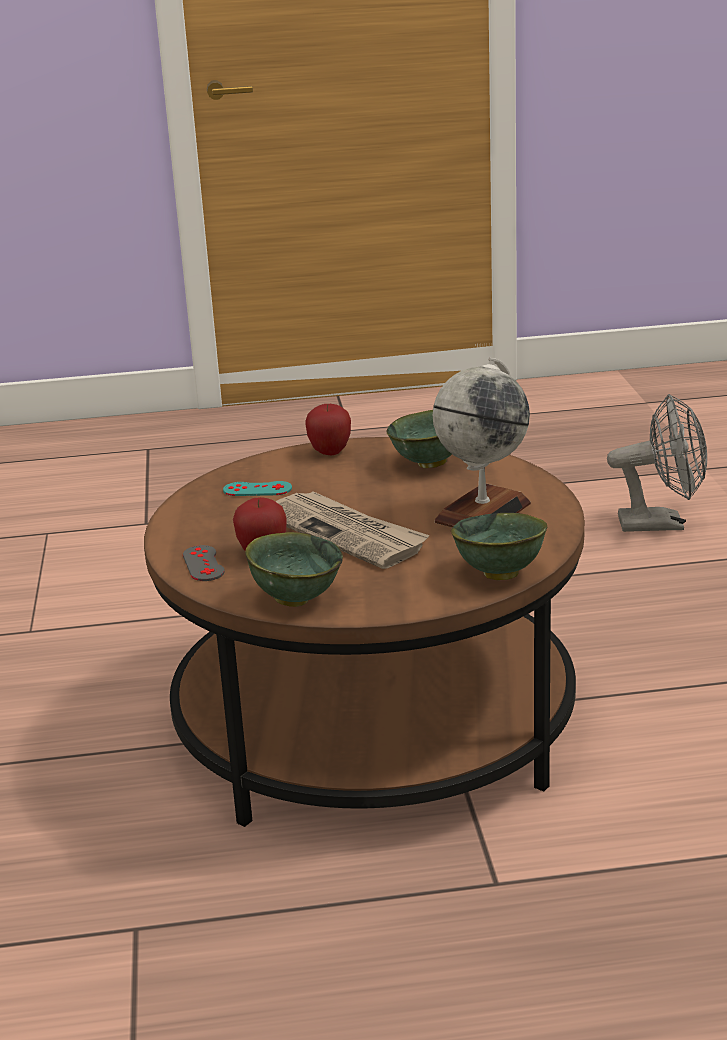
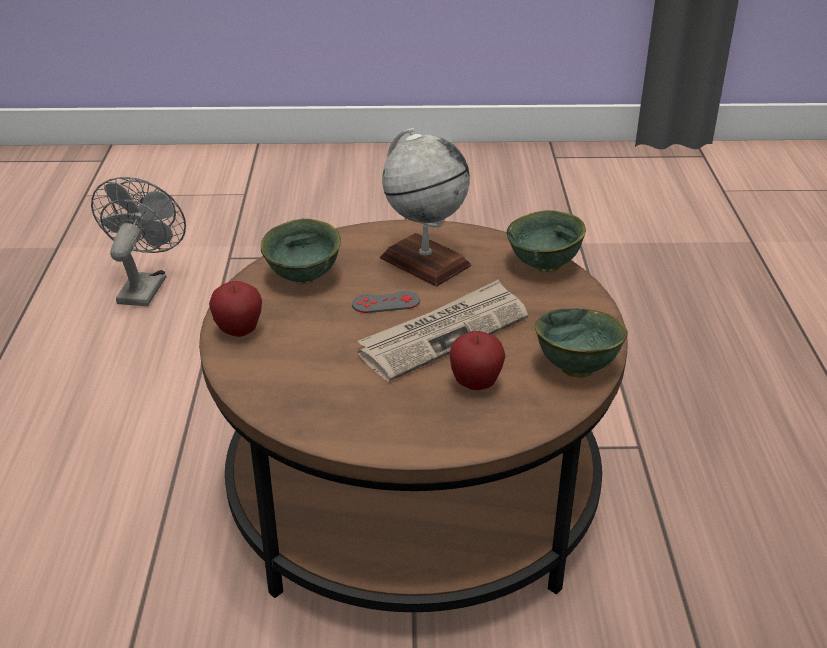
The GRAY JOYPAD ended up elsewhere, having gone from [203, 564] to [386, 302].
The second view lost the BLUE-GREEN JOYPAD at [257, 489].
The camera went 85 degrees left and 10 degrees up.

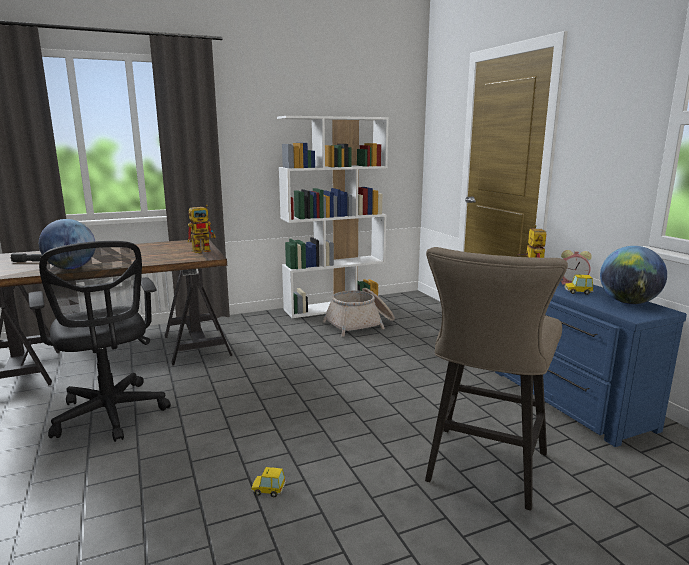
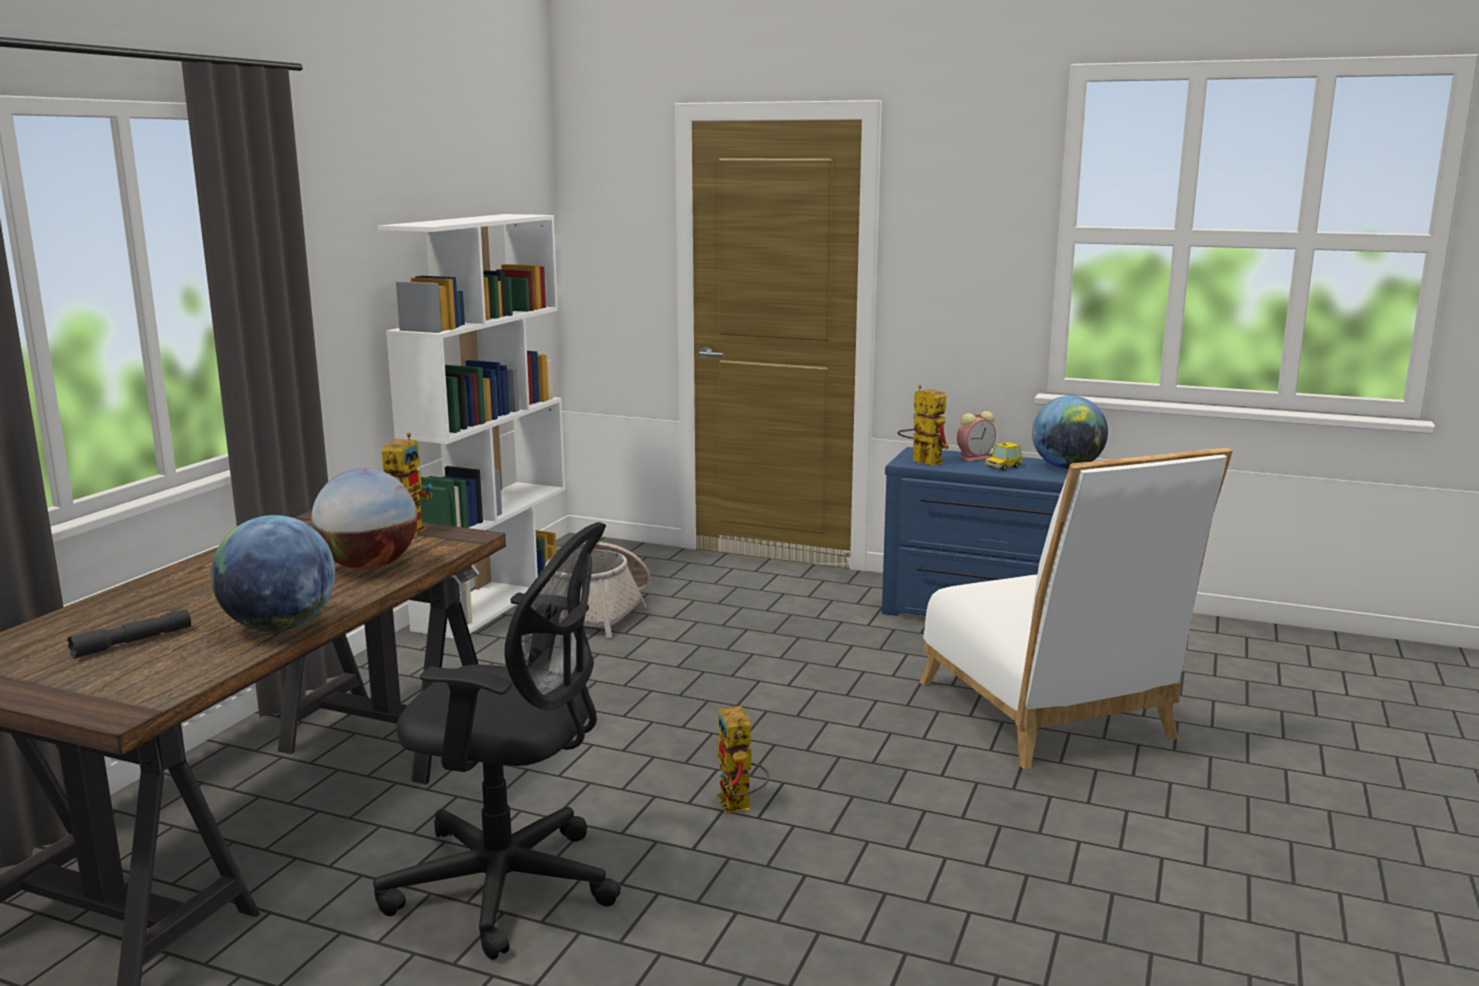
The second view lost the MODEL CAR at [268, 489].
Where the BEIGE-COLOURED STOOL SEAT stood at [483, 471], the WHITE PLAIN CHAIR came to stand at [1052, 716].
The second view gained the DESK GLOBE at [369, 566].
The second view gained the MODEL ROBOT at [739, 807].
The camera went 45 degrees left and 0 degrees up.

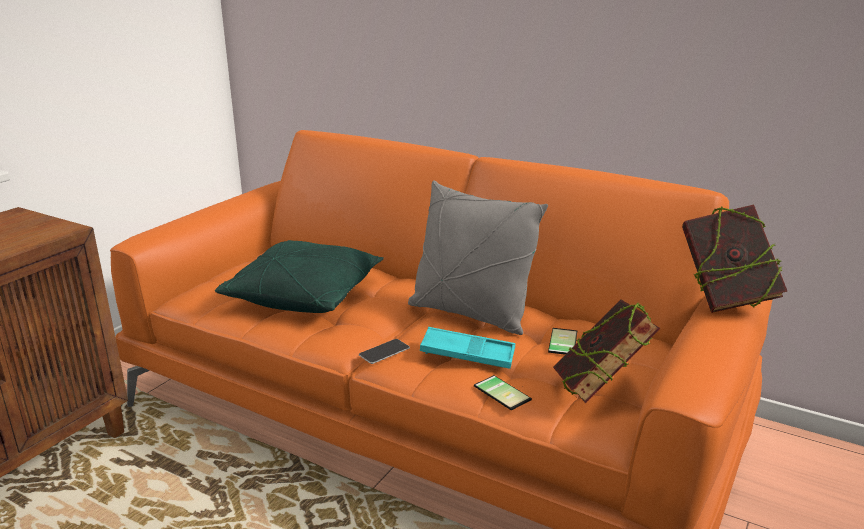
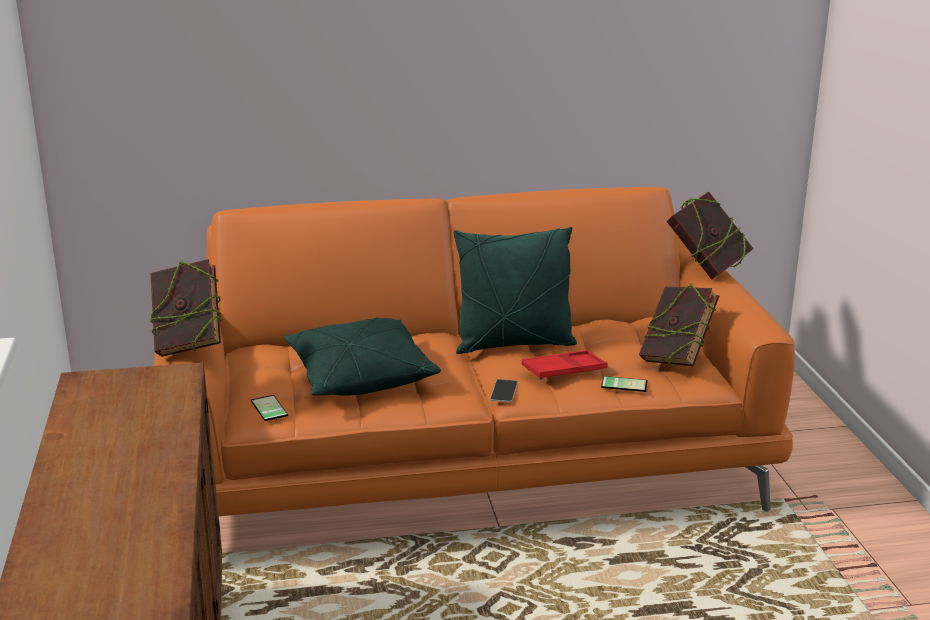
What was the GRAY THROW PILLOW at [470, 314] turned into the GREENISH THROW PILLOW at [514, 344].
What was the BLUE-GREEN TRAY at [467, 354] turned into the RED TRAY at [564, 370].
The HANDSET ended up elsewhere, having gone from [560, 341] to [266, 409].
The second view gained the BOOK at [189, 346].
The camera went 40 degrees left and 0 degrees up.

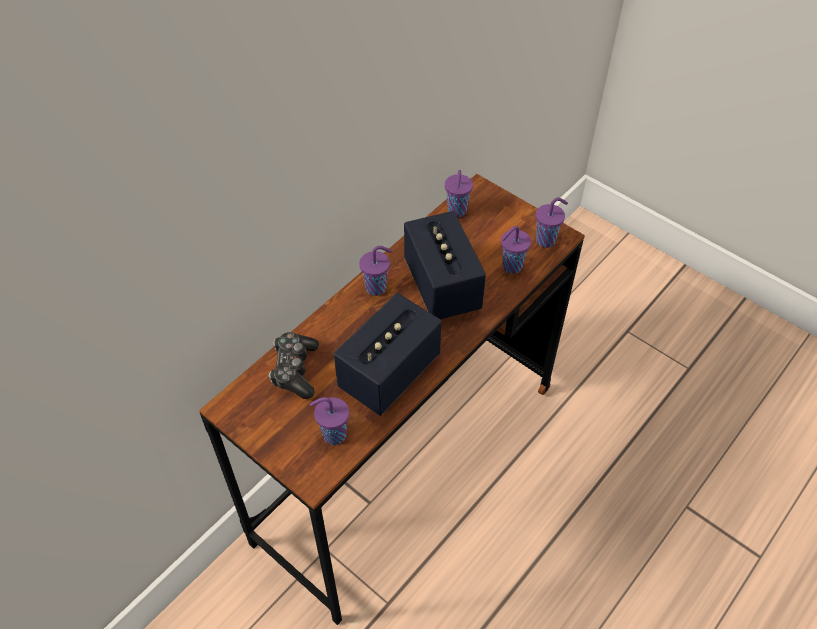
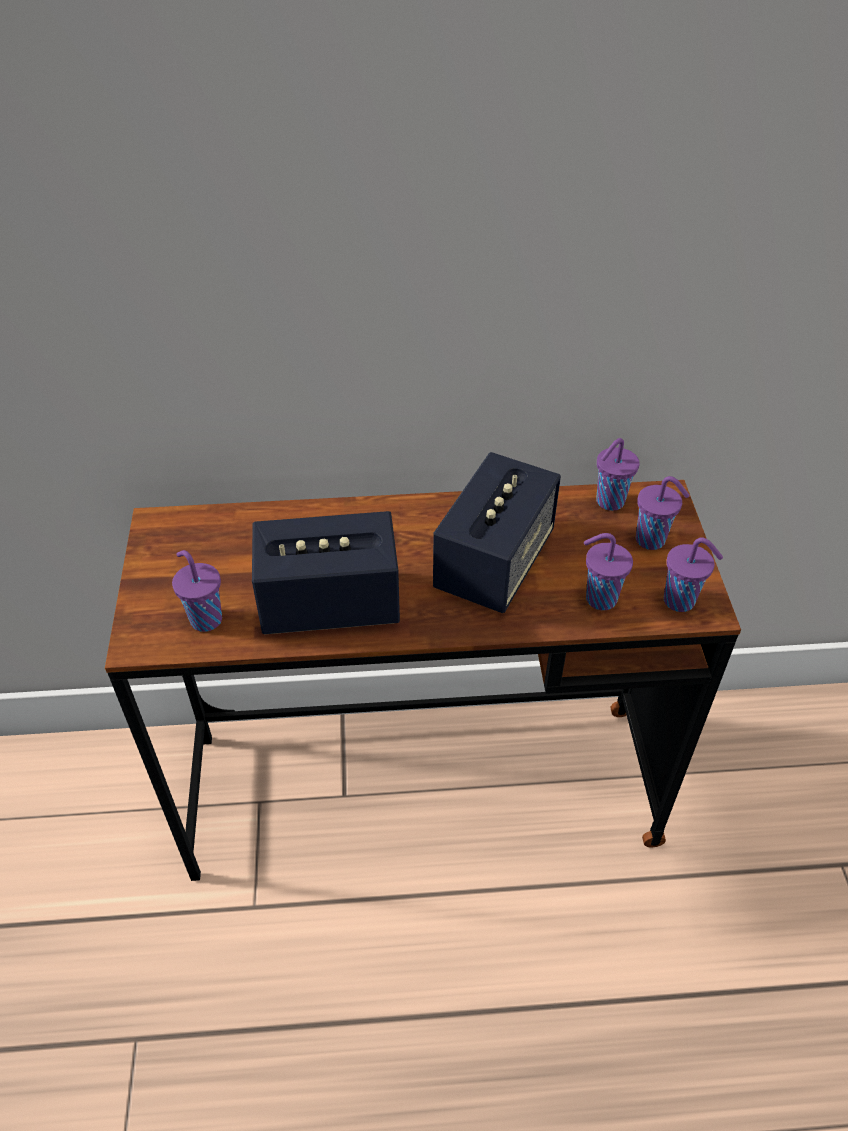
The second view lost the JOYPAD at [295, 370].
The PURPLISH CUP ended up elsewhere, having gone from [377, 288] to [652, 540].
The camera went 45 degrees right and 5 degrees down.

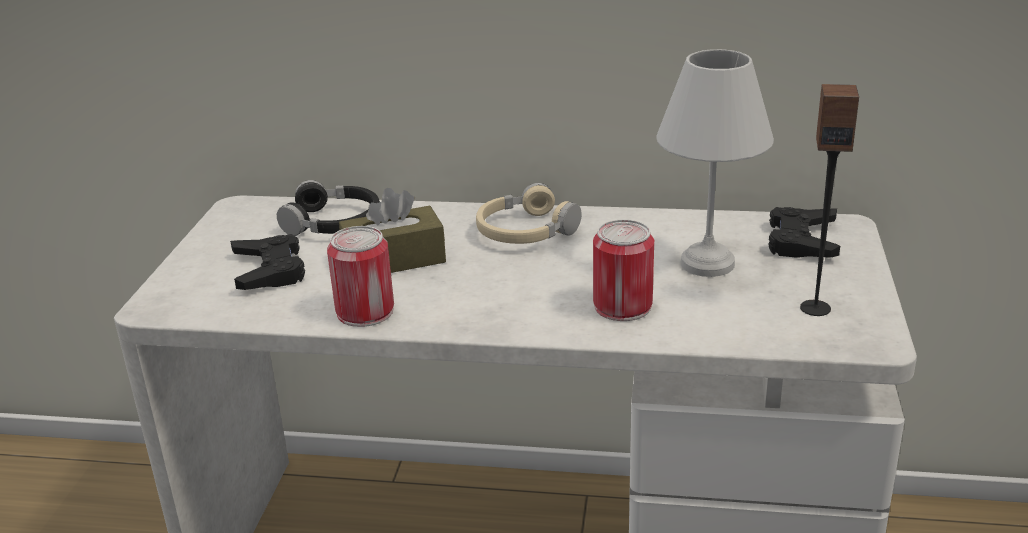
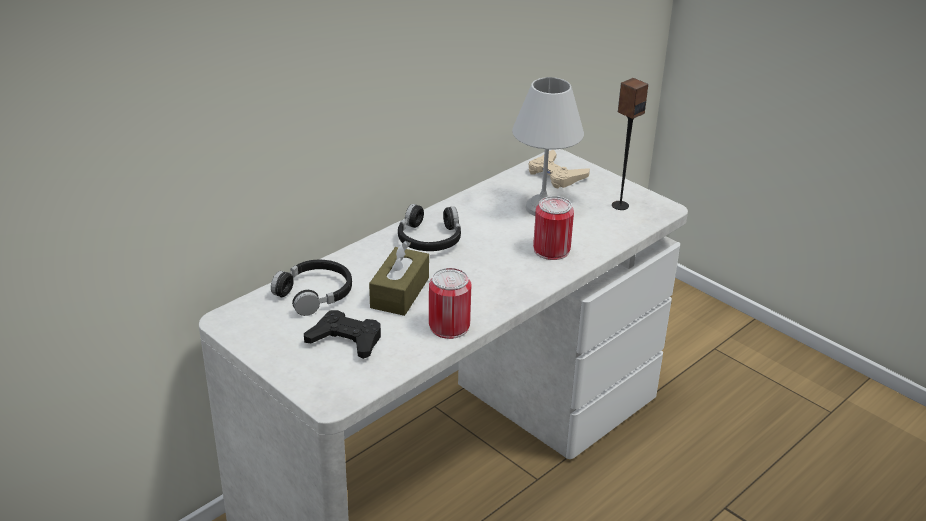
What was the BEIGE-COLOURED HEADPHONES at [525, 231] turned into the BLACKISH HEADPHONES at [430, 238].
What was the BLACKISH JOYPAD at [802, 240] turned into the BEIGE-COLOURED JOYPAD at [556, 175].
The camera went 55 degrees left and 5 degrees up.

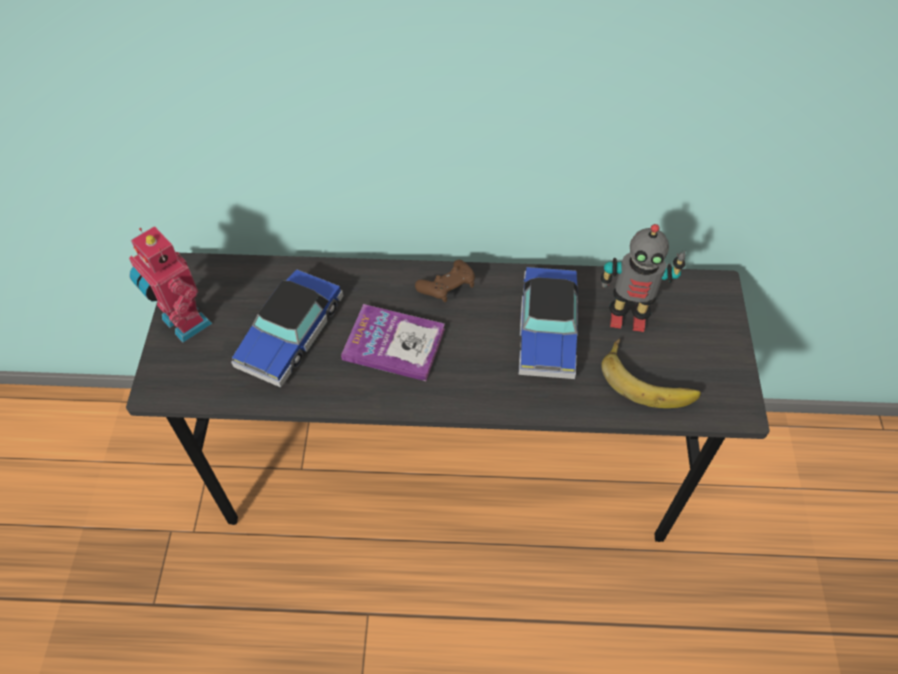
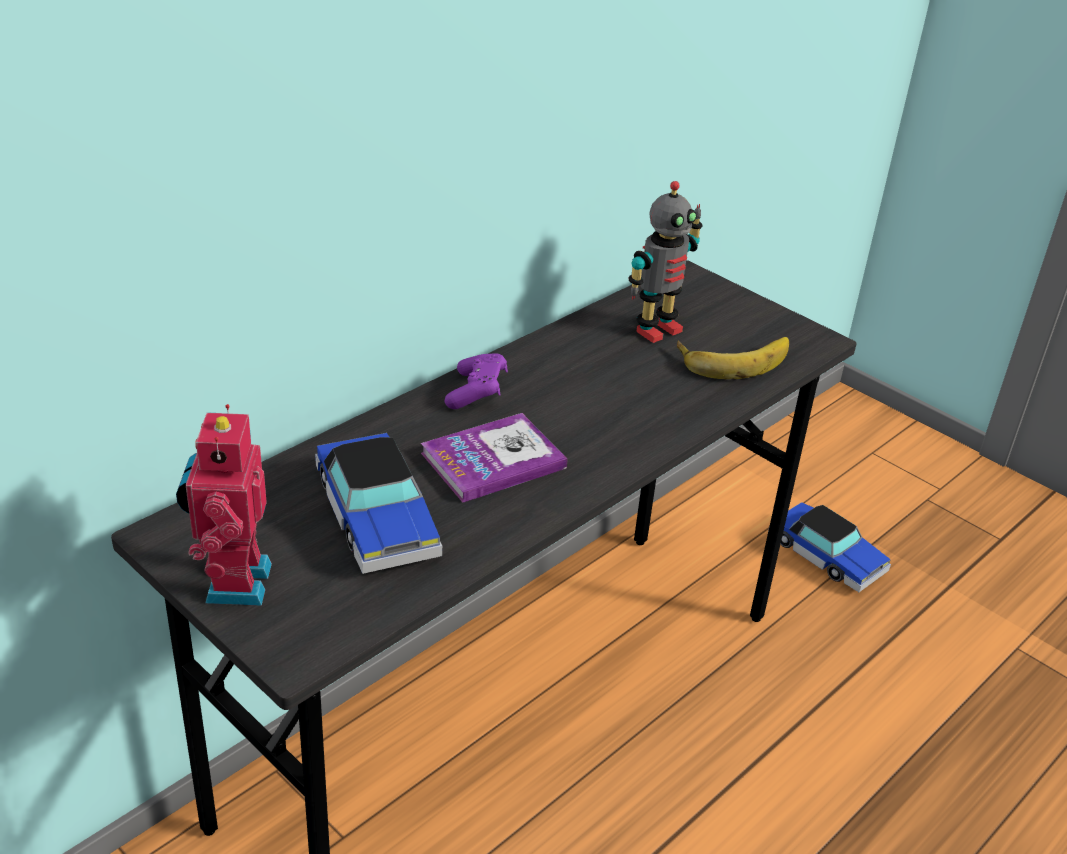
The MODEL ROBOT at [183, 323] ended up facing another way, 90 degrees clockwise from before.
What was the BROWNISH JOYPAD at [447, 288] turned into the PURPLISH JOYPAD at [477, 393].
The MODEL CAR ended up elsewhere, having gone from [547, 329] to [826, 556].
The camera went 50 degrees left and 20 degrees down.

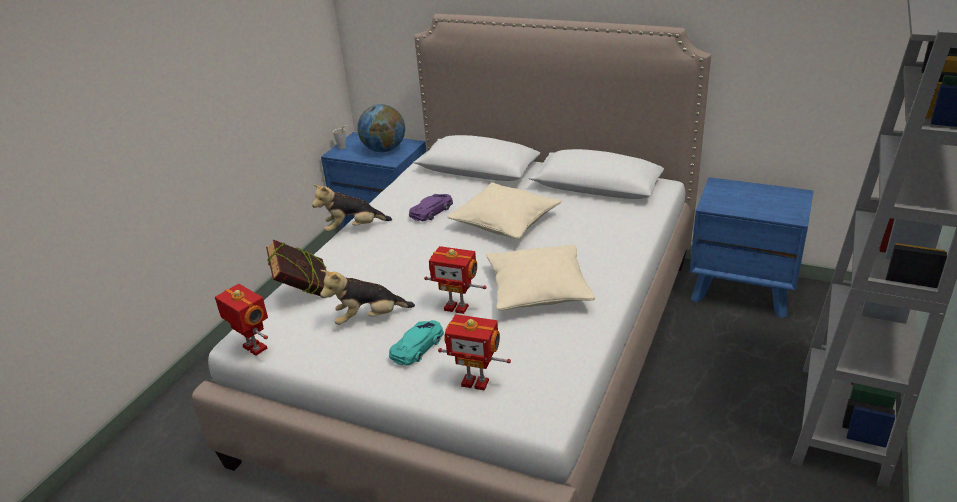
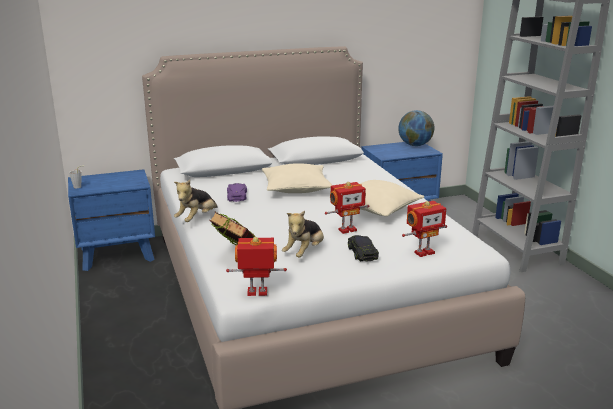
The DESK GLOBE ended up elsewhere, having gone from [384, 150] to [415, 145].
What was the BLUE-GREEN MODEL CAR at [418, 346] turned into the BLACKISH MODEL CAR at [362, 252].
The camera went 45 degrees left and 10 degrees down.

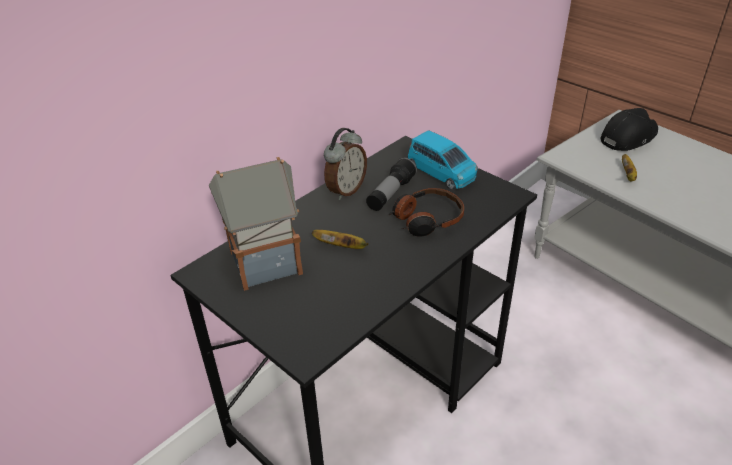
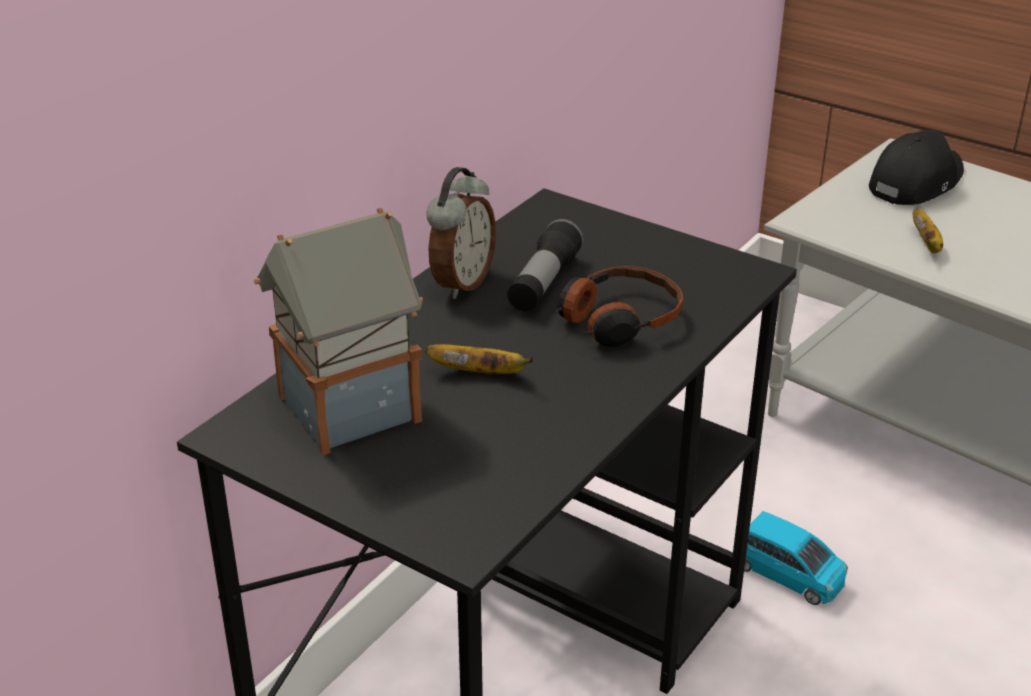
The BLUISH MODEL CAR ended up elsewhere, having gone from [441, 173] to [789, 575].
The camera went 10 degrees left and 5 degrees down.

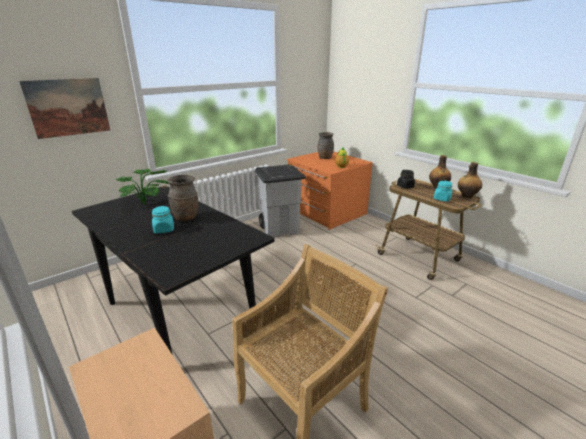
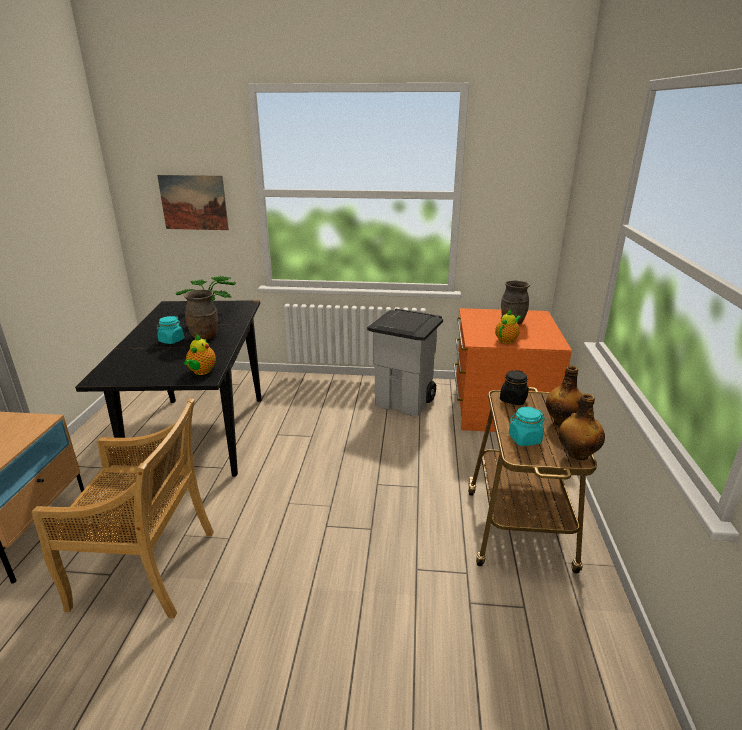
The second view gained the TEAPOT at [201, 372].
The camera went 45 degrees right and 0 degrees up.

